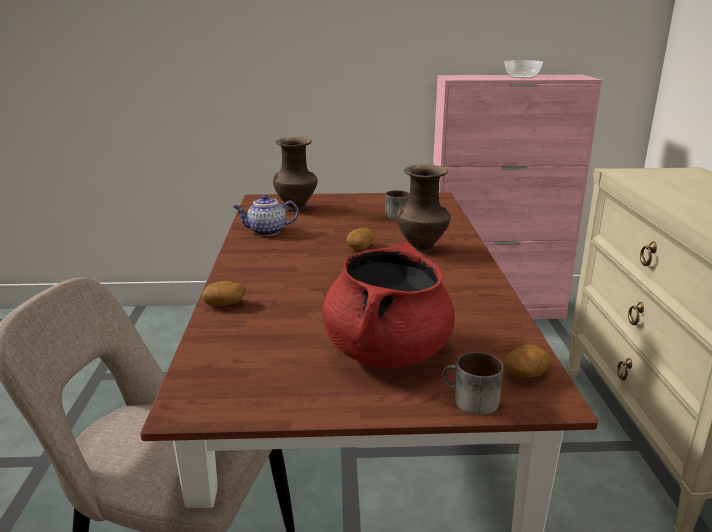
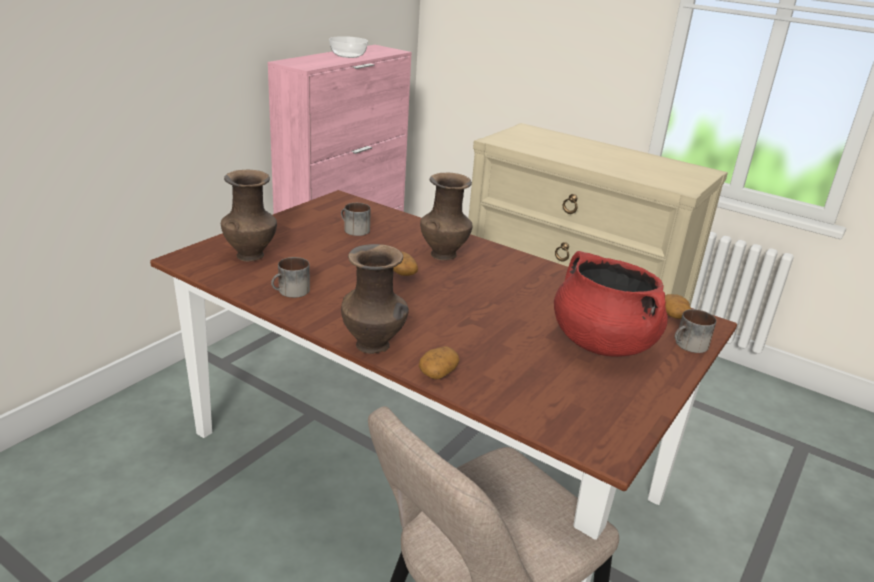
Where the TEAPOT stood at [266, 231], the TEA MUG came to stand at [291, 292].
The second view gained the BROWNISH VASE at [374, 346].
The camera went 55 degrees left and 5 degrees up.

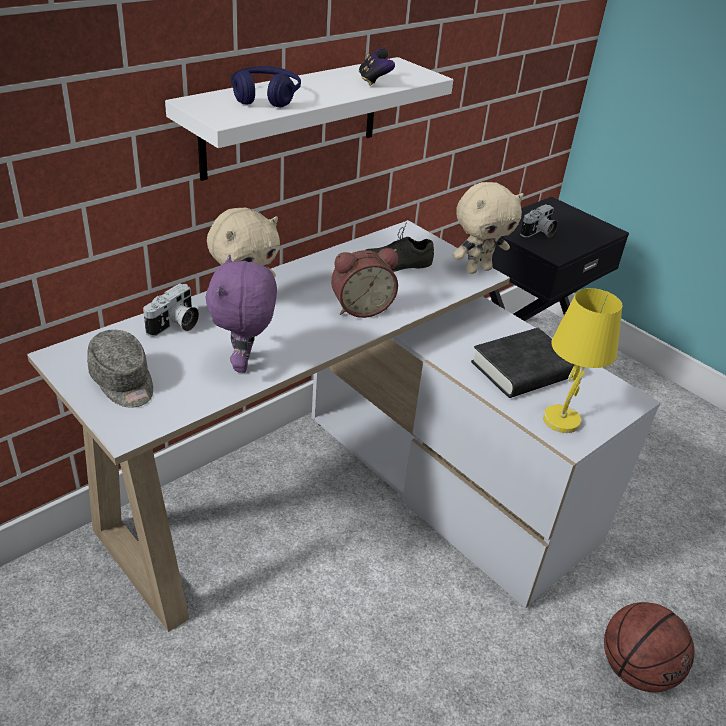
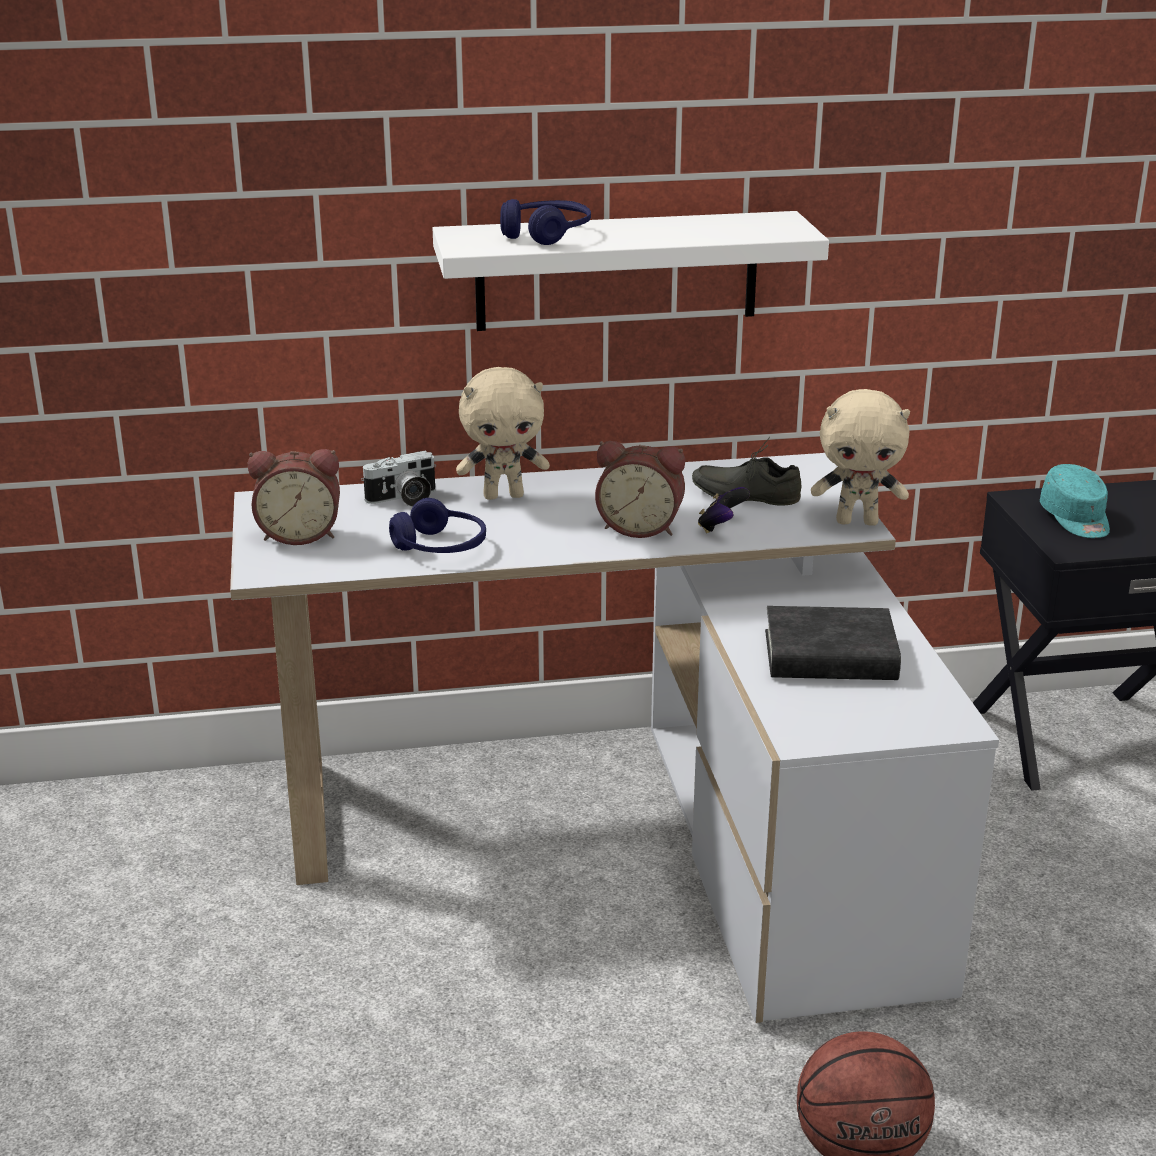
Where the GRAY CAP stood at [123, 382], the ALARM CLOCK came to stand at [299, 534].
Where the PURPLISH CUDDLY TOY stood at [244, 363], the BLUISH HEADPHONES came to stand at [440, 547].
The JOYPAD ended up elsewhere, having gone from [374, 81] to [721, 527].
Where the PHOTO CAMERA stood at [538, 233], the BLUE-GREEN CAP came to stand at [1076, 519].
The second view lost the YELLOW-COLOURED TABLETOP LAMP at [561, 419].
The camera went 35 degrees right and 10 degrees down.

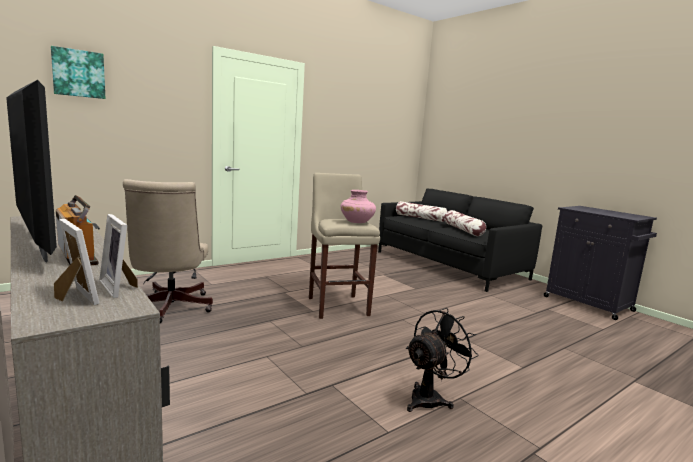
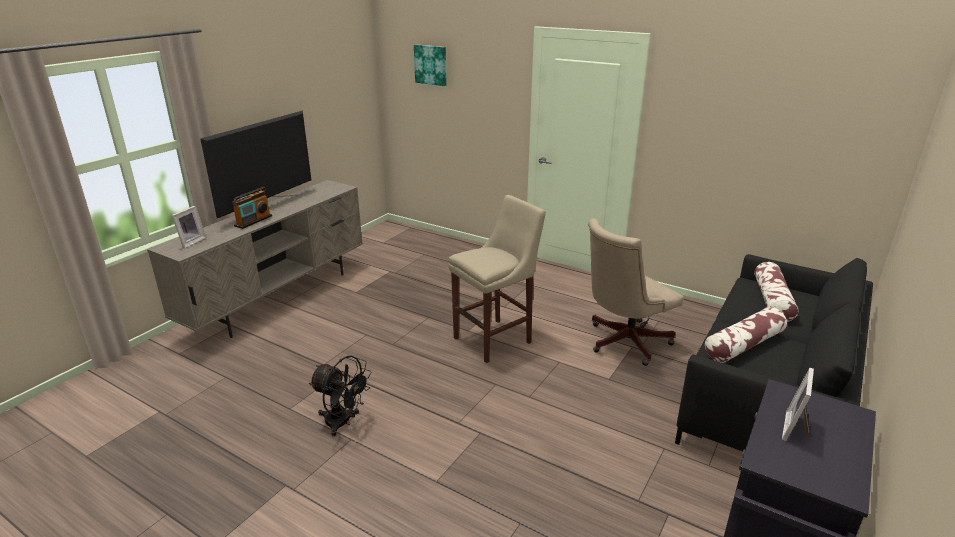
The STANDING FRAME ended up elsewhere, having gone from [120, 287] to [796, 429].
The BEIGE-COLOURED DESK CHAIR ended up elsewhere, having gone from [169, 309] to [623, 342].
The second view lost the PINKISH VASE at [357, 222].
The camera went 70 degrees right and 15 degrees up.

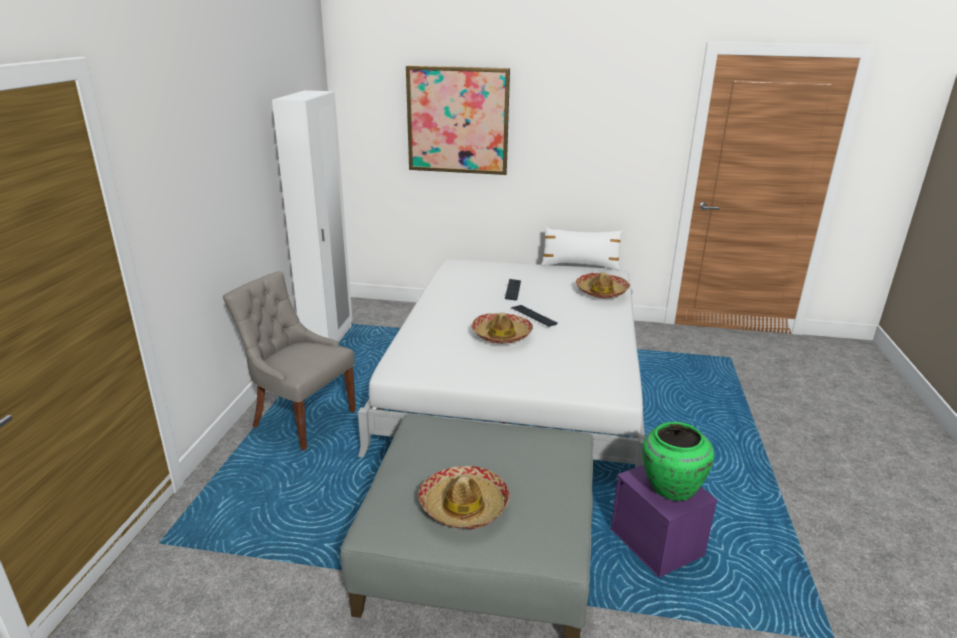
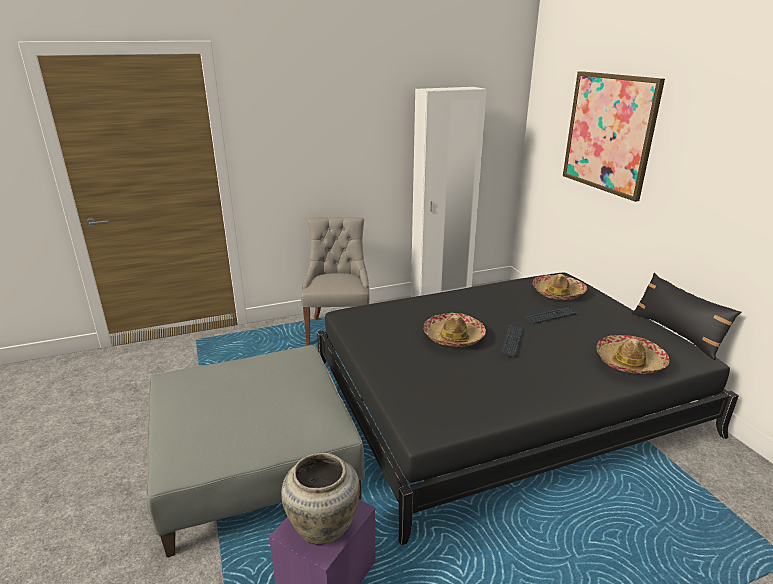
What was the WHITE BED at [518, 378] turned into the BLACKISH BED at [502, 399].
The CLOTHING HAT ended up elsewhere, having gone from [464, 506] to [558, 293].
What was the WHITE THROW PILLOW at [580, 265] turned into the BLACKISH THROW PILLOW at [676, 333].
What was the GREENISH VASE at [670, 487] turned into the BEIGE-COLOURED VASE at [323, 525].
The camera went 60 degrees right and 0 degrees up.

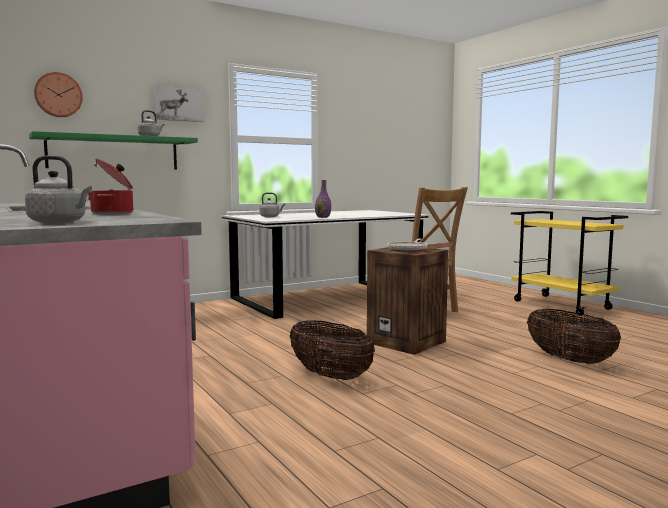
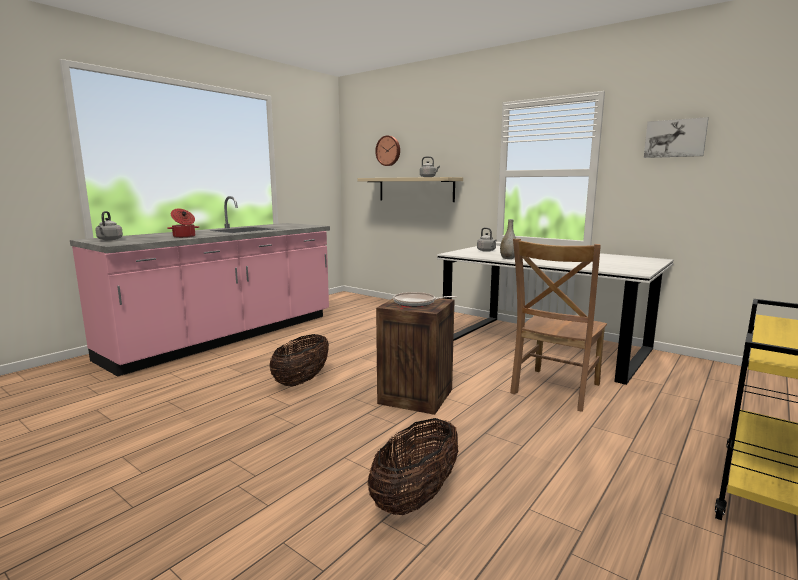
What was the GREENISH WALL SHELF at [114, 153] turned into the BEIGE-COLOURED WALL SHELF at [415, 189].
The WALL PICTURE ended up elsewhere, having gone from [179, 104] to [675, 138].
What was the PURPLISH VASE at [323, 217] turned into the GRAY VASE at [508, 258].
The camera went 70 degrees right and 5 degrees up.

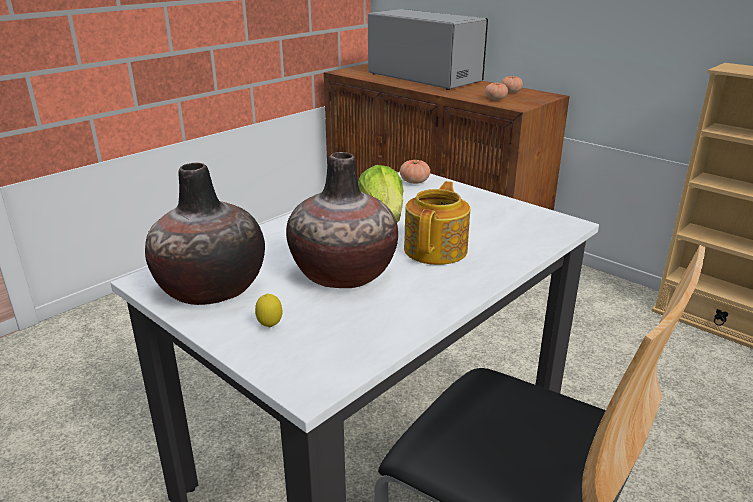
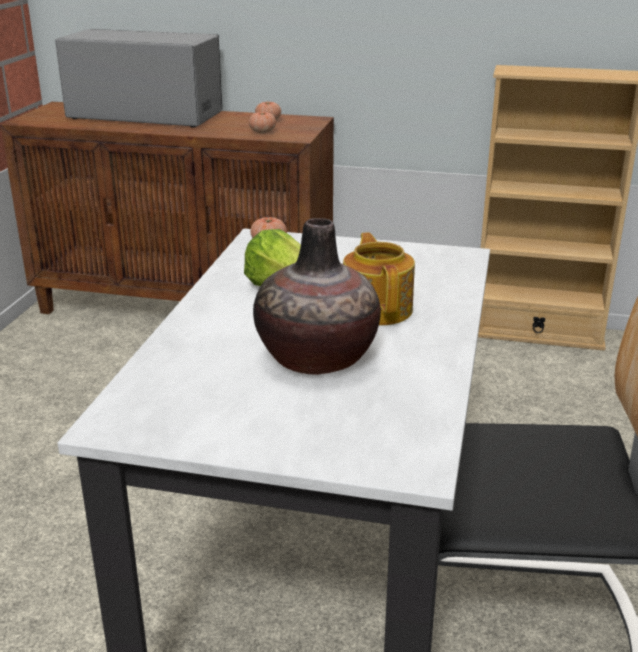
The second view lost the VASE at [211, 289].
The second view lost the LEMON at [270, 326].
The camera went 30 degrees left and 0 degrees up.

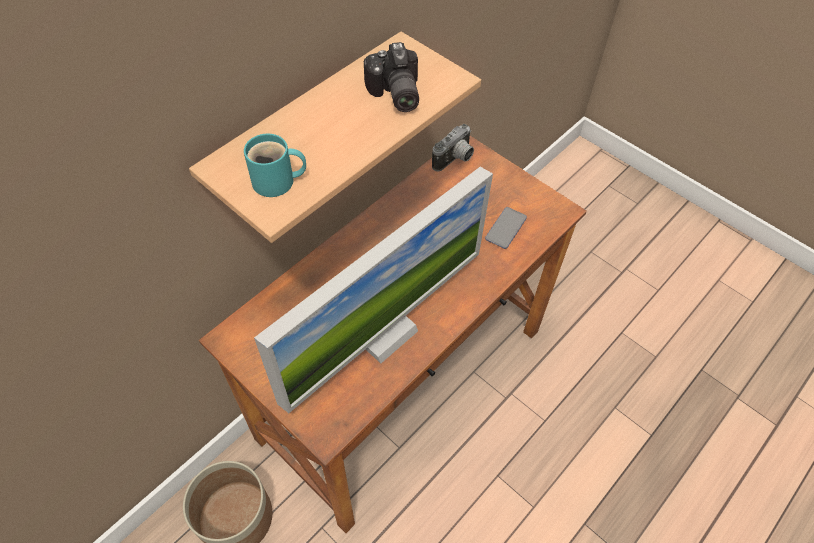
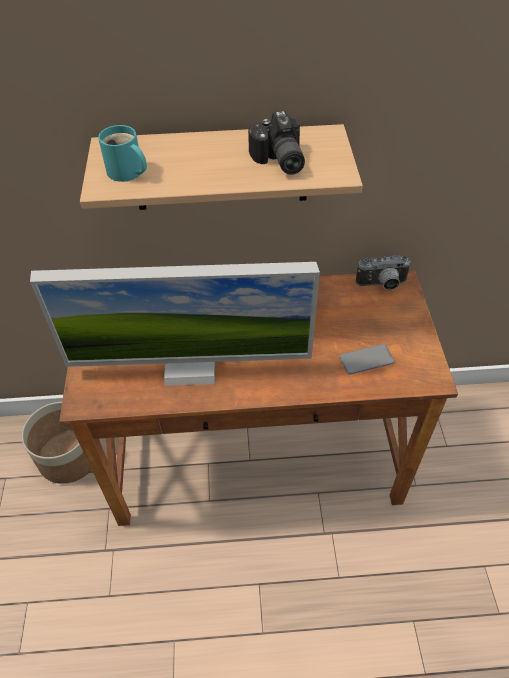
The PHOTO CAMERA at [394, 94] ended up facing another way, 45 degrees counterclockwise from before.
The camera went 45 degrees right and 5 degrees down.

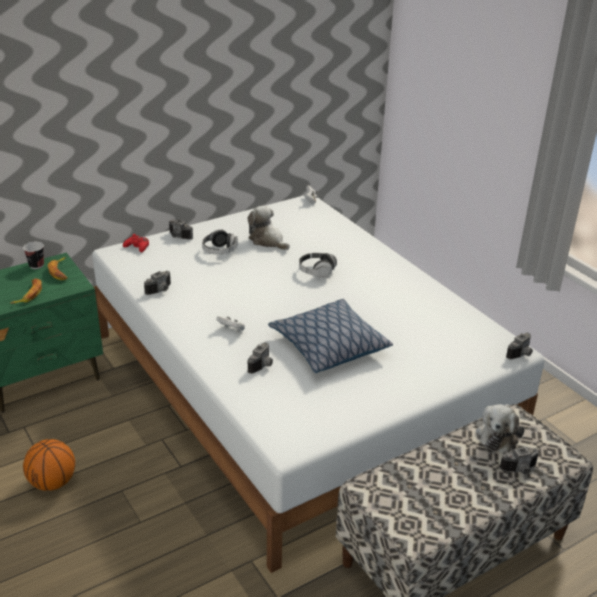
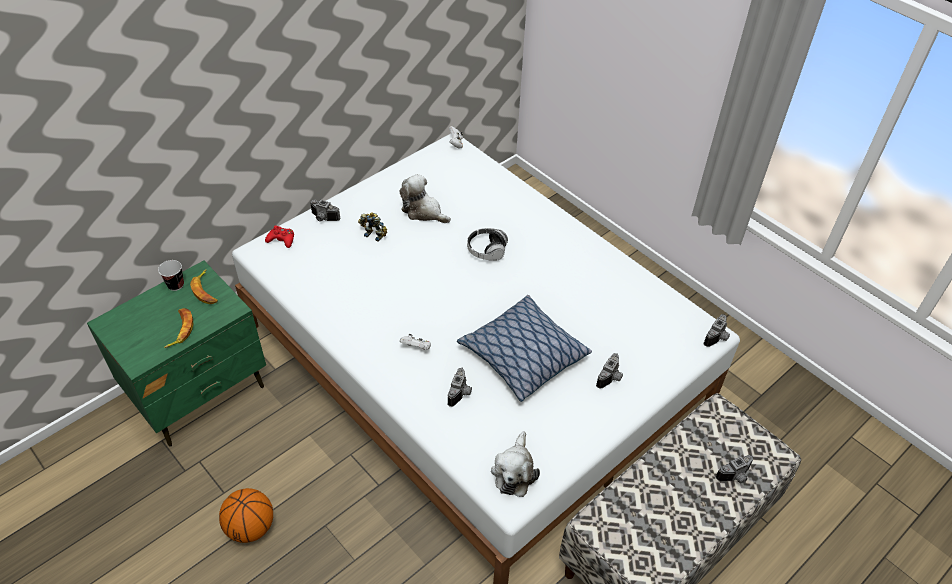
The PHOTO CAMERA ended up elsewhere, having gone from [161, 290] to [611, 378].
Where the HEADPHONES stood at [219, 251], the MODEL ROBOT came to stand at [374, 234].
The CUDDLY TOY ended up elsewhere, having gone from [498, 434] to [514, 471].
The camera went 10 degrees left and 15 degrees up.

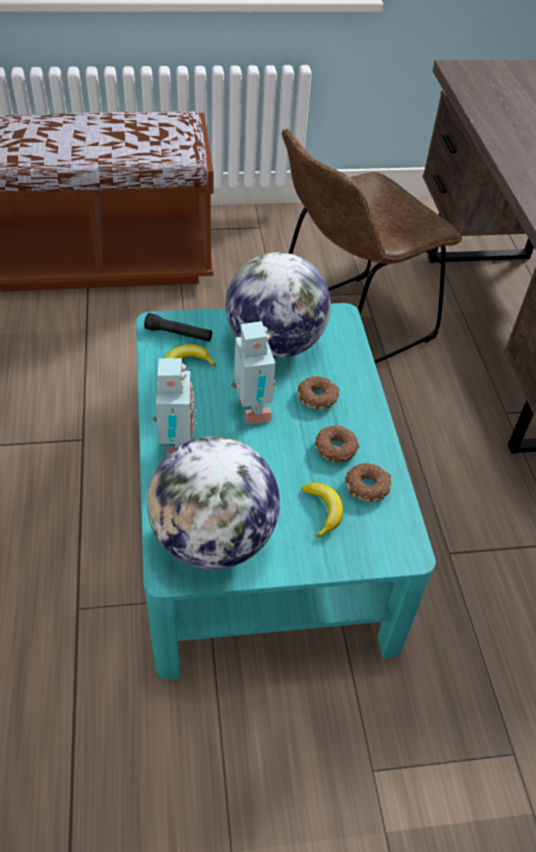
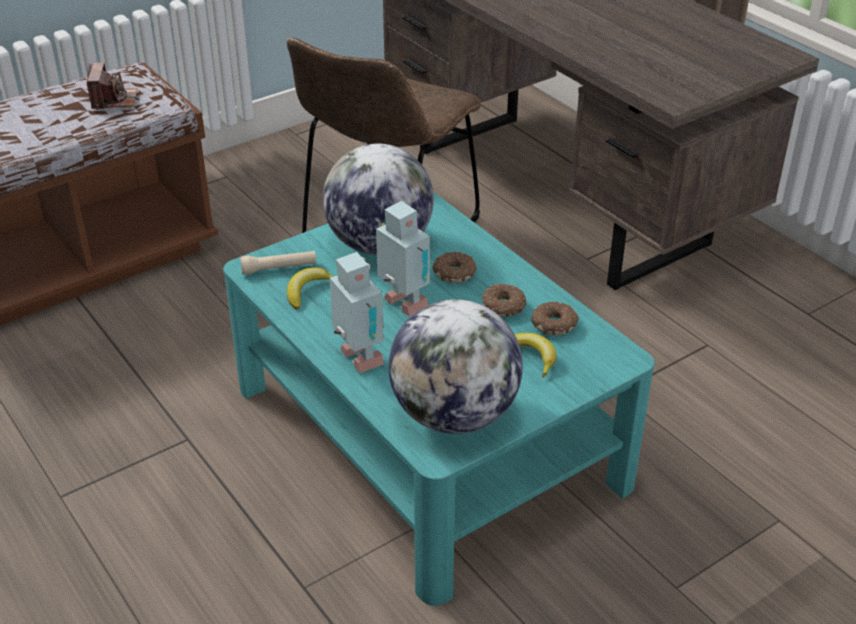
What was the BLACKISH HAND TORCH at [178, 334] turned into the BEIGE-COLOURED HAND TORCH at [279, 268].
The second view gained the PHOTO CAMERA at [113, 100].
The camera went 25 degrees left and 10 degrees down.

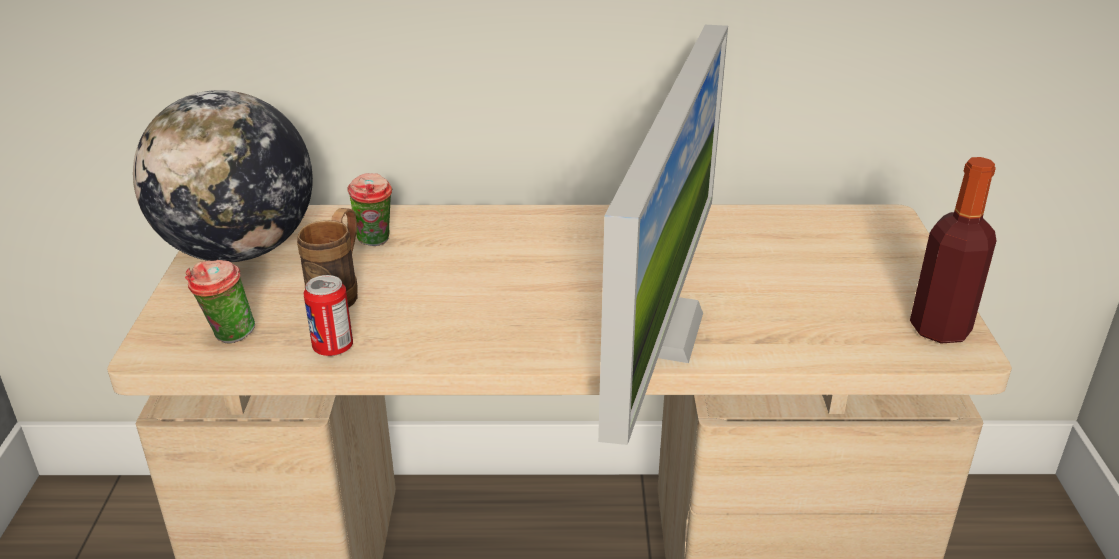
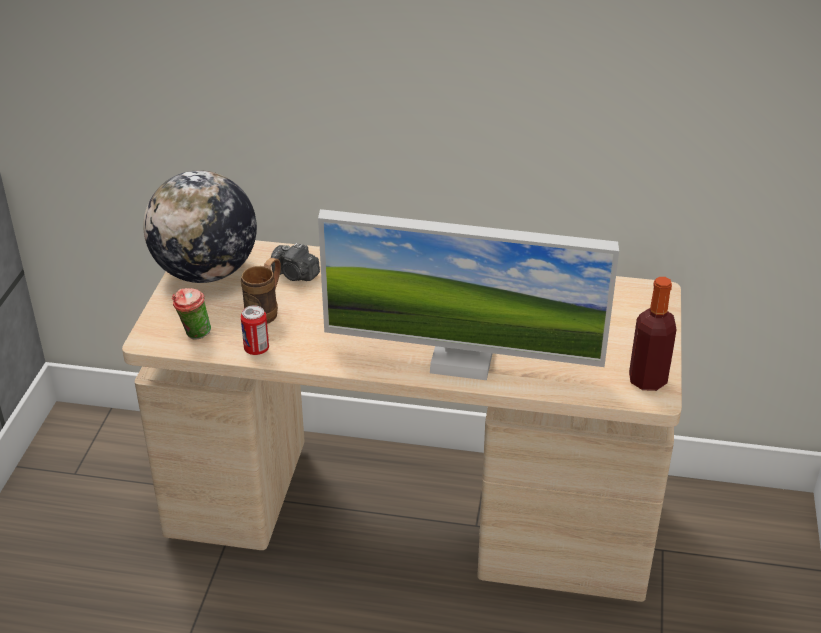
Where the CUP stood at [376, 242], the PHOTO CAMERA came to stand at [295, 275].
The COMPUTER SCREEN at [657, 331] ended up facing another way, 75 degrees clockwise from before.
The camera went 10 degrees right and 5 degrees up.

